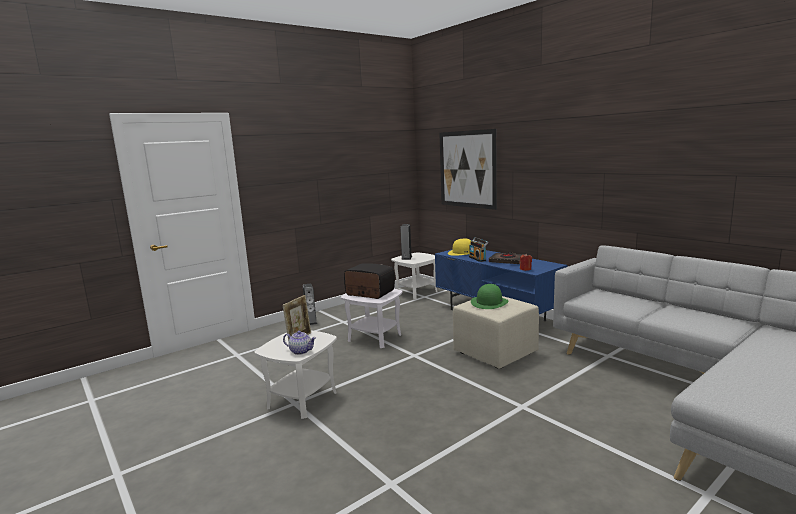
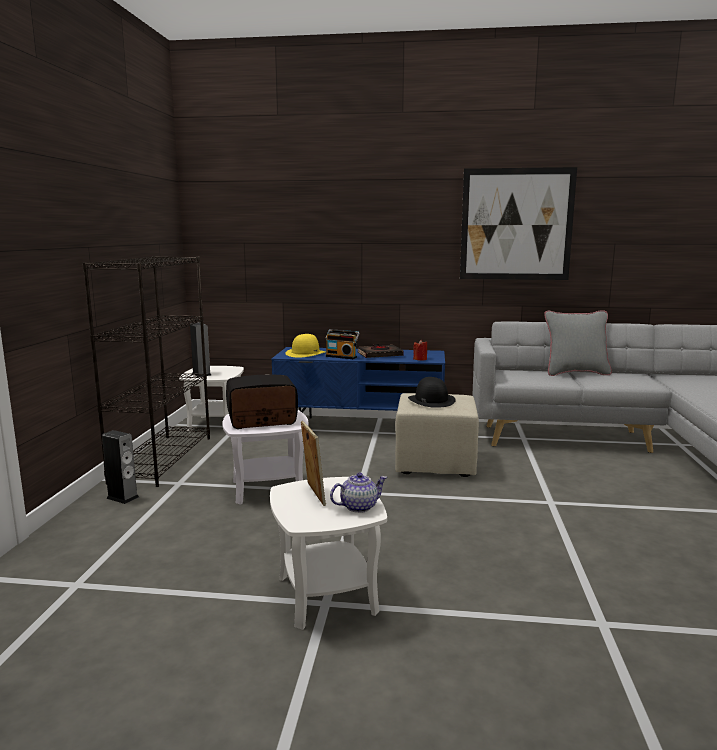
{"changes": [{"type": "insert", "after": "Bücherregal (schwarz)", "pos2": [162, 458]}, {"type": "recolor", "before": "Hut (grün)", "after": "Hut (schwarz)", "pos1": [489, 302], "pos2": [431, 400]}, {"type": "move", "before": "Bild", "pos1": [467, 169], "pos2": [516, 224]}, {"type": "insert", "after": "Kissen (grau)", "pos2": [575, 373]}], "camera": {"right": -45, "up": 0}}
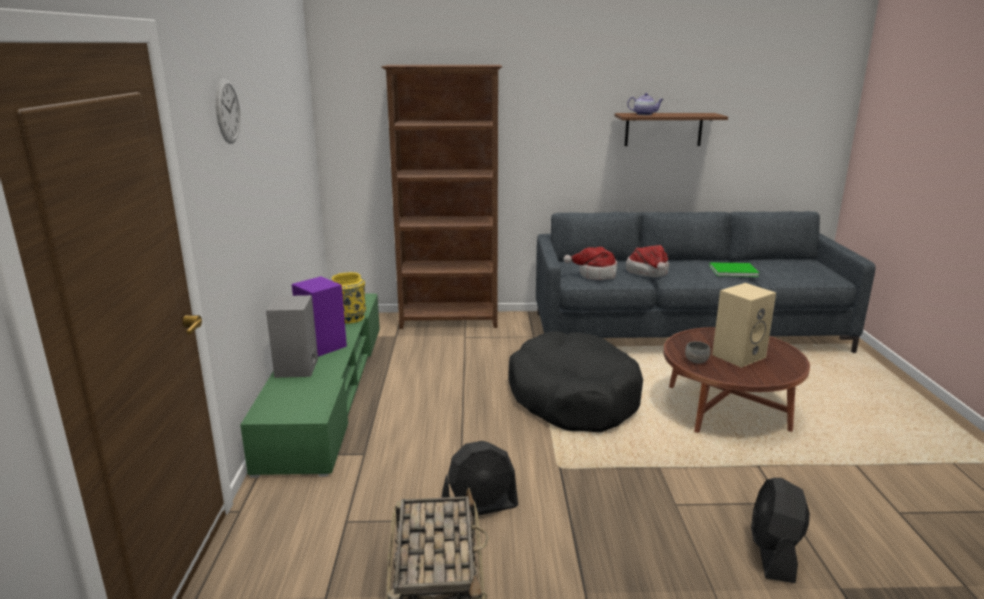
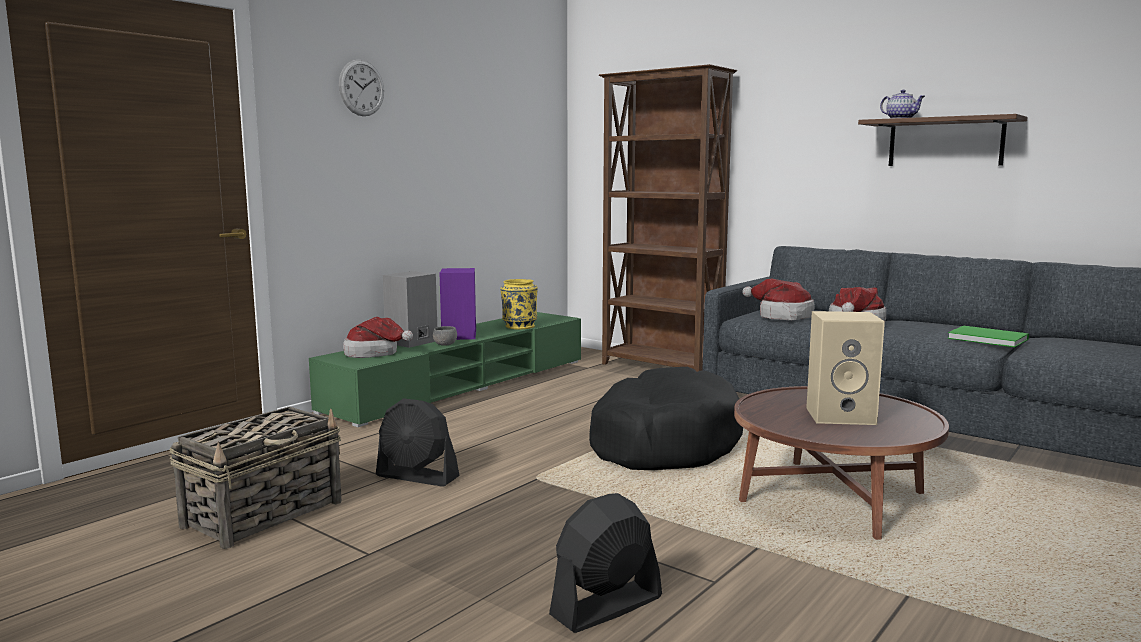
{"changes": [{"type": "insert", "after": "Hut", "pos2": [375, 353]}, {"type": "move", "before": "Schüssel (grau)", "pos1": [696, 361], "pos2": [445, 344]}], "camera": {"right": 40, "up": -10}}
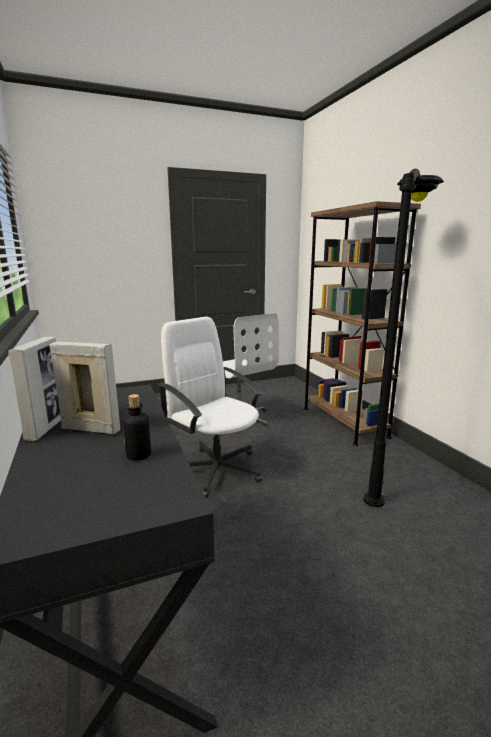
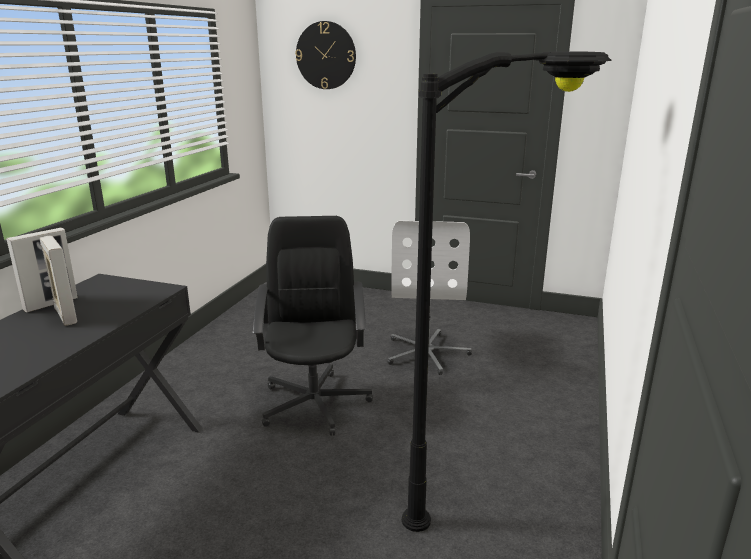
{"changes": [{"type": "recolor", "before": "Bürostuhl (weiß)", "after": "Bürostuhl (schwarz)", "pos1": [216, 469], "pos2": [315, 402]}, {"type": "insert", "after": "Wanduhr", "pos2": [326, 55]}, {"type": "delete", "before": "Flasche", "pos1": [138, 455]}, {"type": "delete", "before": "Bücherregal (braun)", "pos1": [343, 422]}], "camera": {"right": 40, "up": 5}}
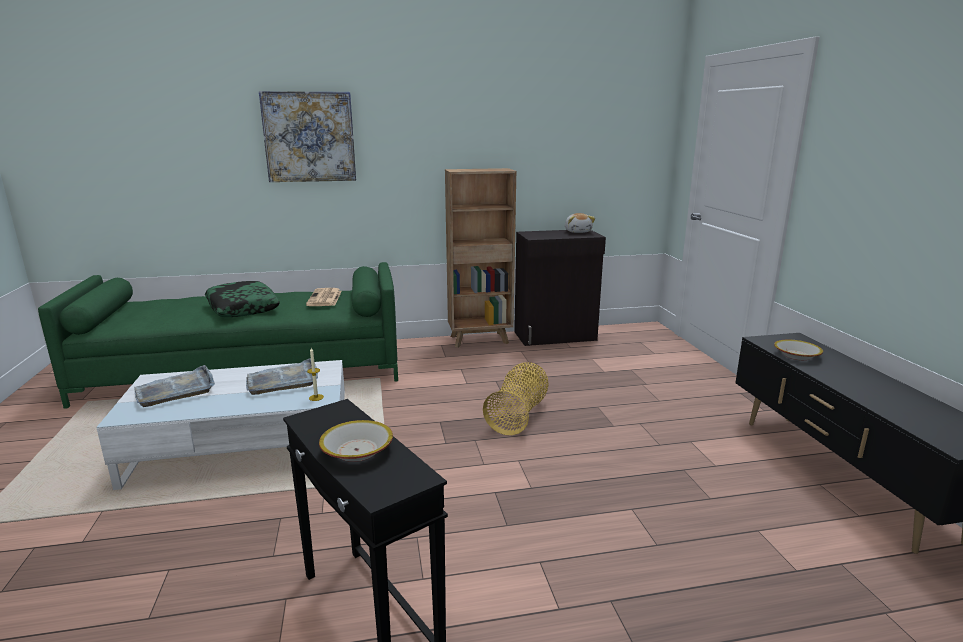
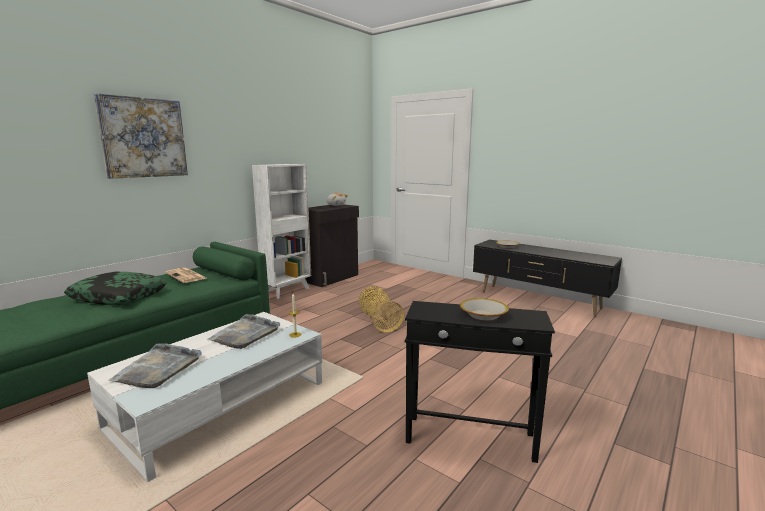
{"changes": [{"type": "recolor", "before": "Bücherregal (braun)", "after": "Bücherregal (weiß)", "pos1": [480, 340], "pos2": [287, 290]}], "camera": {"right": -40, "up": -5}}
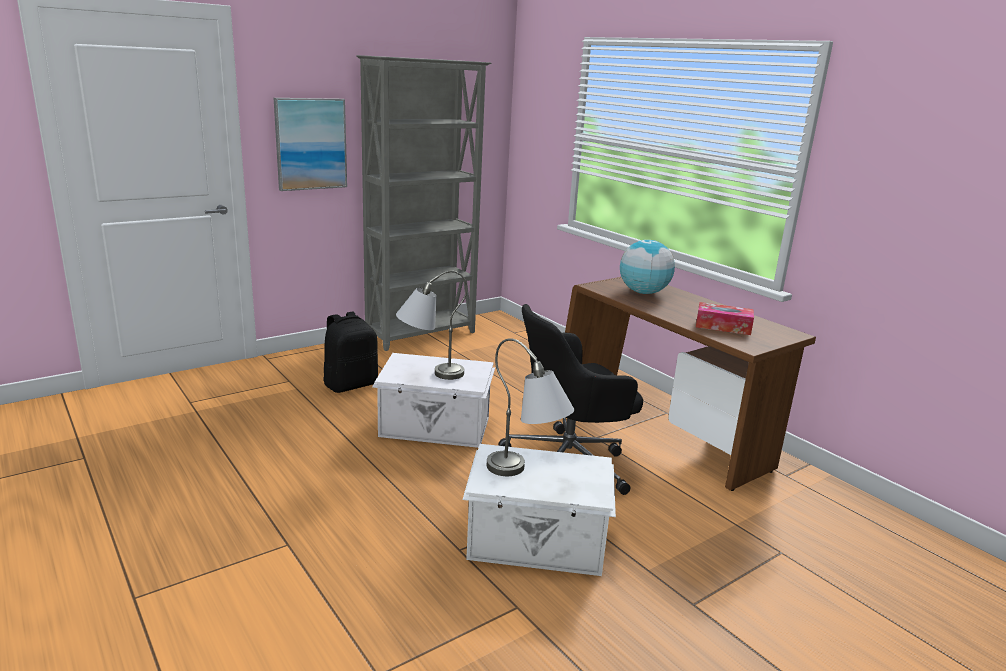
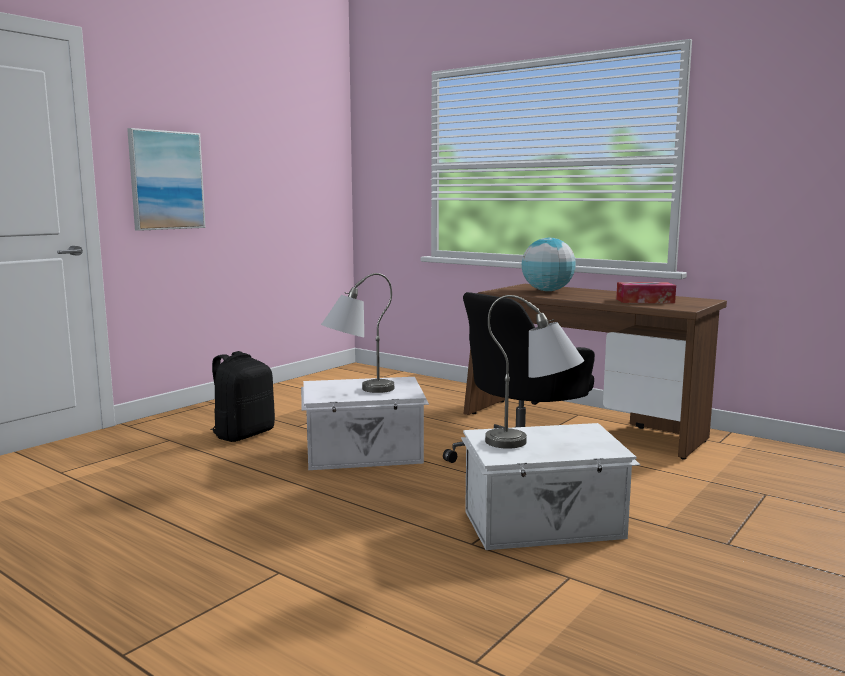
{"changes": [{"type": "delete", "before": "Bücherregal (grau)", "pos1": [422, 334]}], "camera": {"right": -15, "up": -10}}
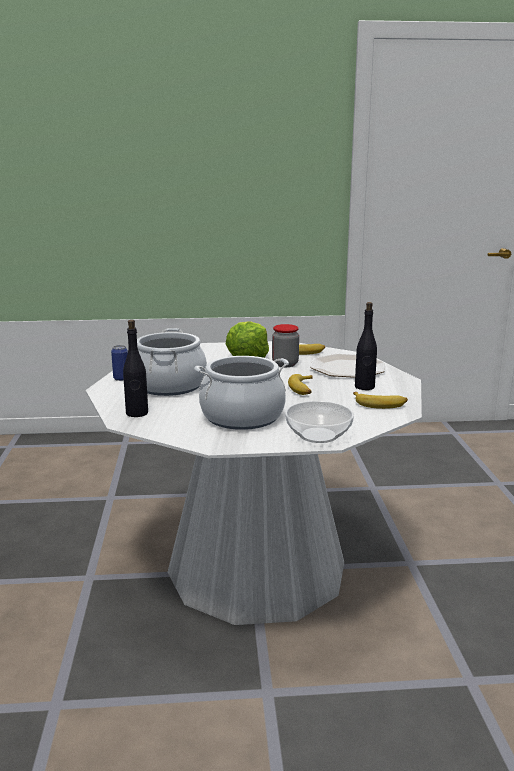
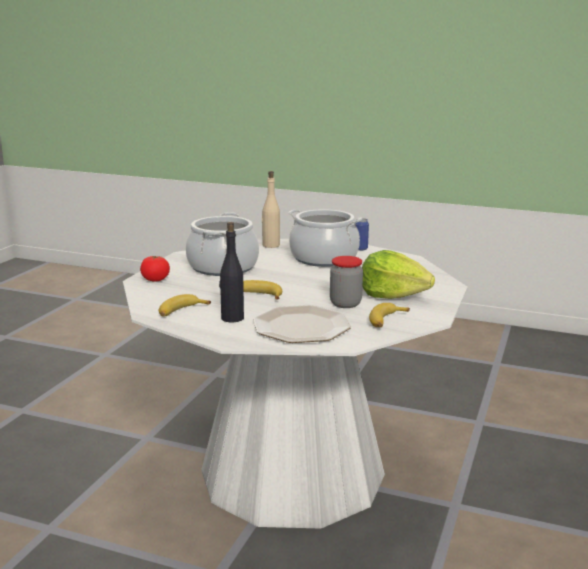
{"changes": [{"type": "replace", "before": "Schüssel", "after": "Tomate", "pos1": [318, 435], "pos2": [155, 279]}, {"type": "recolor", "before": "Flasche (schwarz)", "after": "Flasche (beige)", "pos1": [137, 413], "pos2": [270, 245]}], "camera": {"right": 115, "up": 0}}
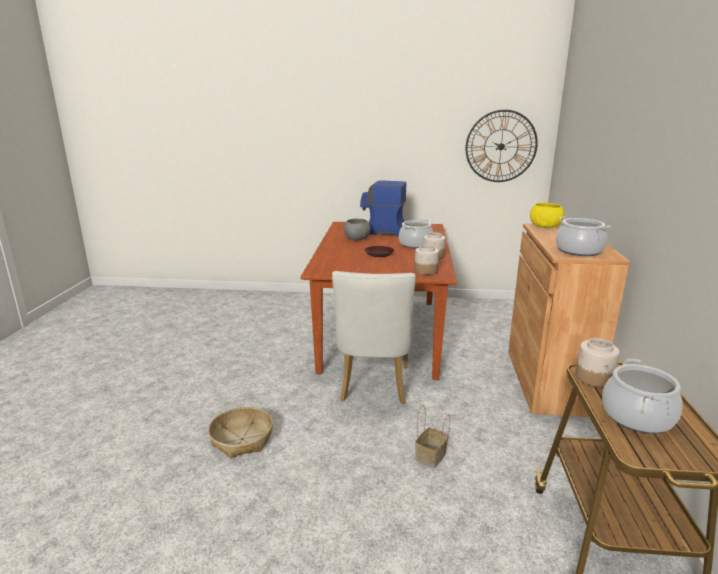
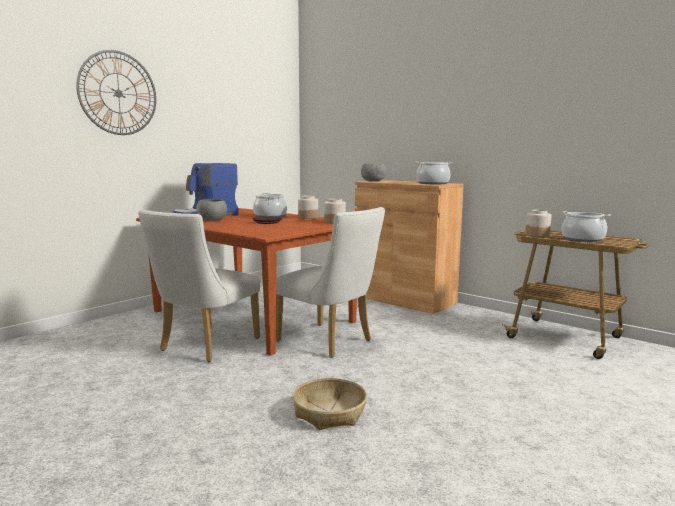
{"changes": [{"type": "move", "before": "Wanduhr", "pos1": [501, 146], "pos2": [118, 93]}, {"type": "insert", "after": "Stuhl (weiß)", "pos2": [205, 346]}, {"type": "recolor", "before": "Schüssel (gelb)", "after": "Schüssel (grau)", "pos1": [545, 227], "pos2": [373, 181]}, {"type": "delete", "before": "Korb", "pos1": [431, 457]}], "camera": {"right": -55, "up": -10}}
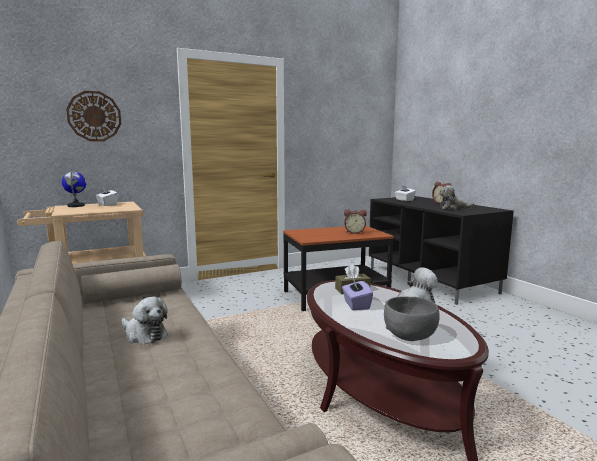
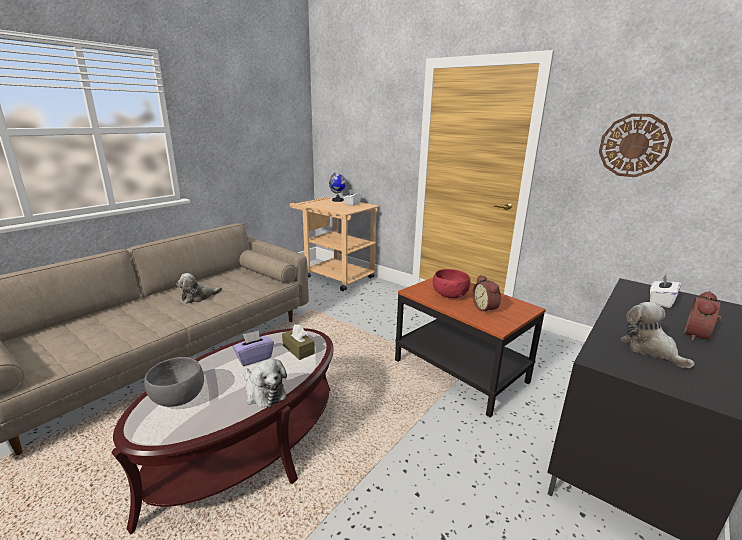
{"changes": [{"type": "rotate", "before": "Plüschtier", "pos1": [144, 335], "pos2": [198, 297], "turn": 45}, {"type": "insert", "after": "Schüssel (rot)", "pos2": [449, 295]}, {"type": "move", "before": "Wanduhr", "pos1": [94, 116], "pos2": [634, 145]}], "camera": {"right": 65, "up": 10}}
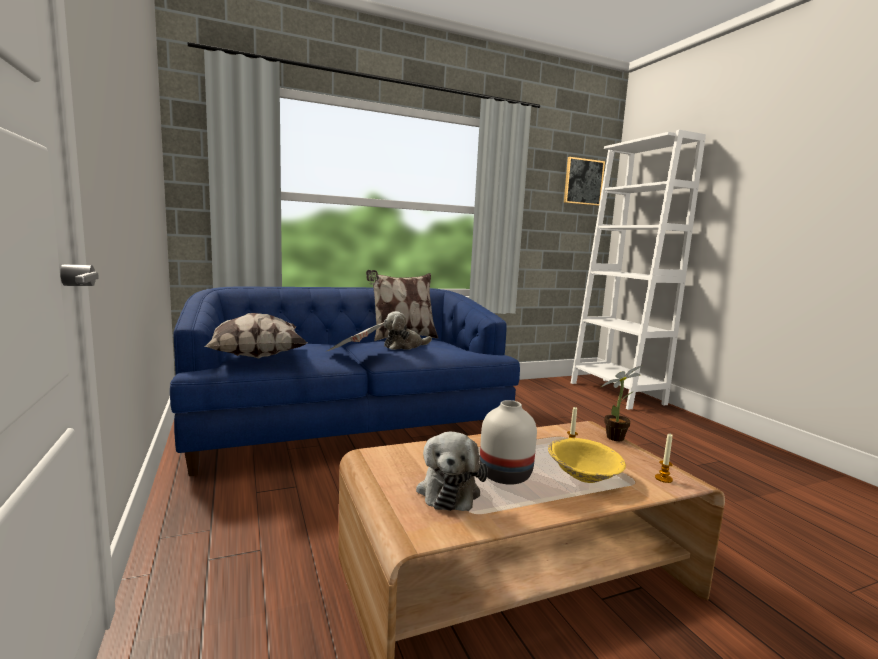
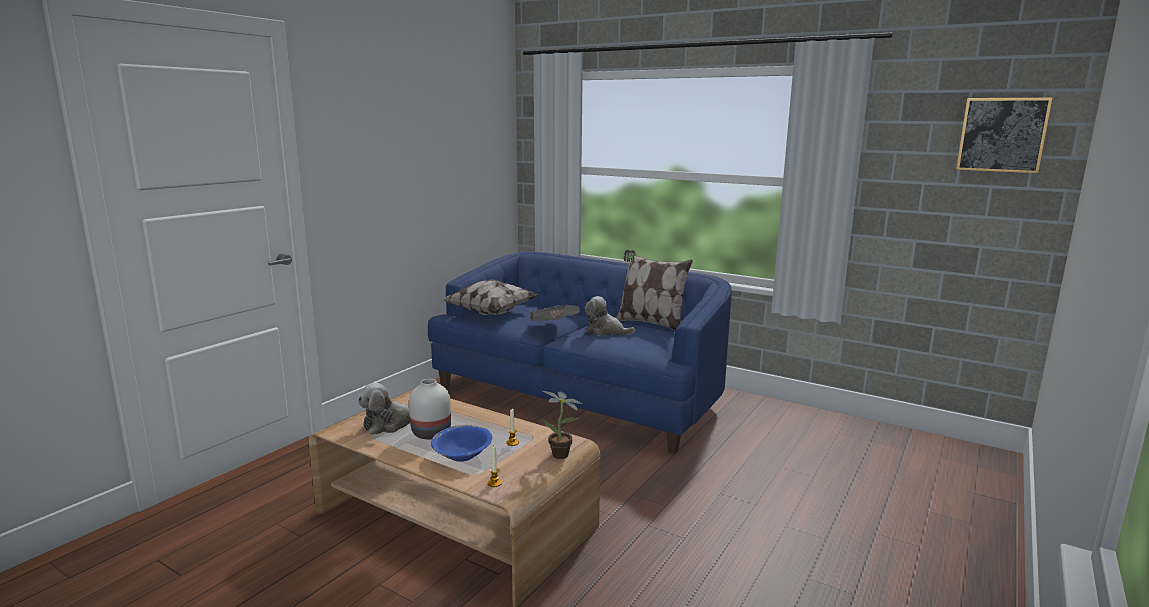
{"changes": [{"type": "recolor", "before": "Schüssel (gelb)", "after": "Schüssel (blau)", "pos1": [584, 476], "pos2": [462, 455]}, {"type": "delete", "before": "Bücherregal (weiß)", "pos1": [616, 393]}], "camera": {"right": 55, "up": 5}}
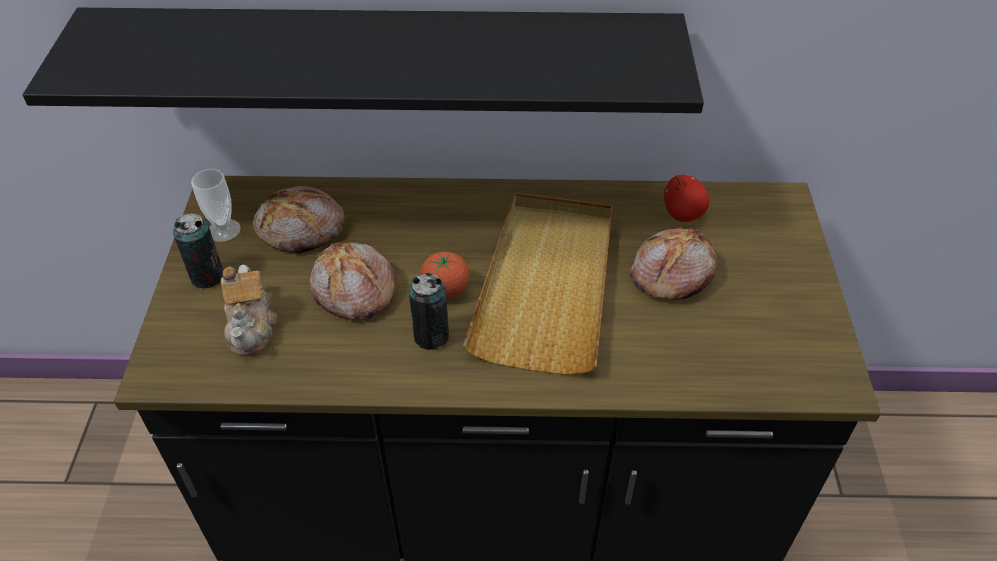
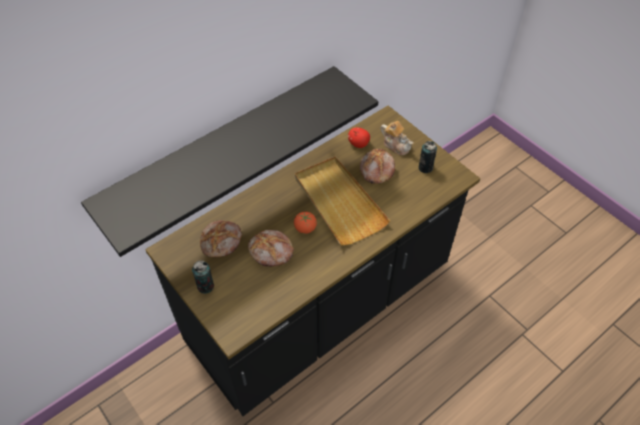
{"changes": [{"type": "move", "before": "Teekanne", "pos1": [252, 326], "pos2": [396, 145]}, {"type": "move", "before": "Dose", "pos1": [431, 336], "pos2": [425, 167]}, {"type": "delete", "before": "Tasse", "pos1": [224, 230]}], "camera": {"right": -40, "up": 5}}
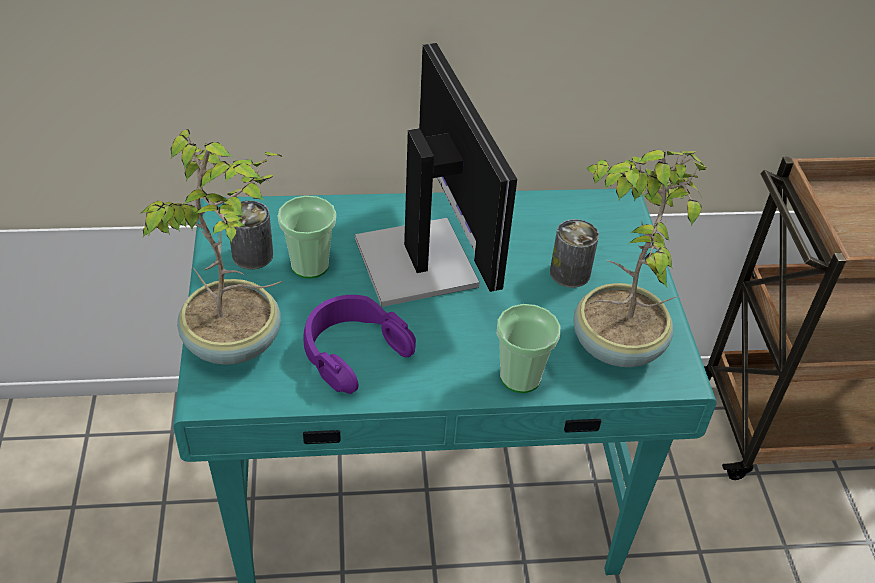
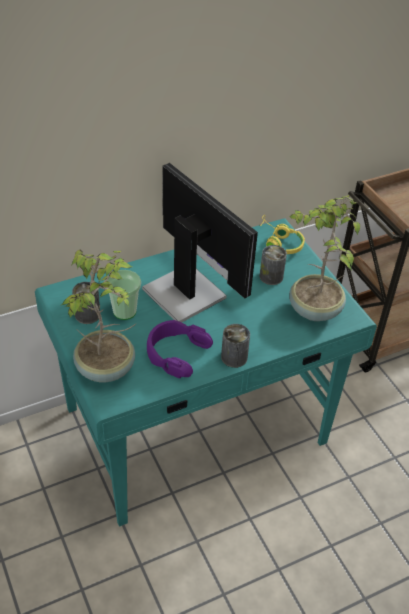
{"changes": [{"type": "insert", "after": "Dose", "pos2": [234, 357]}, {"type": "insert", "after": "Kopfhörer (gelb)", "pos2": [279, 242]}, {"type": "delete", "before": "Tasse", "pos1": [520, 377]}], "camera": {"right": -20, "up": 0}}
